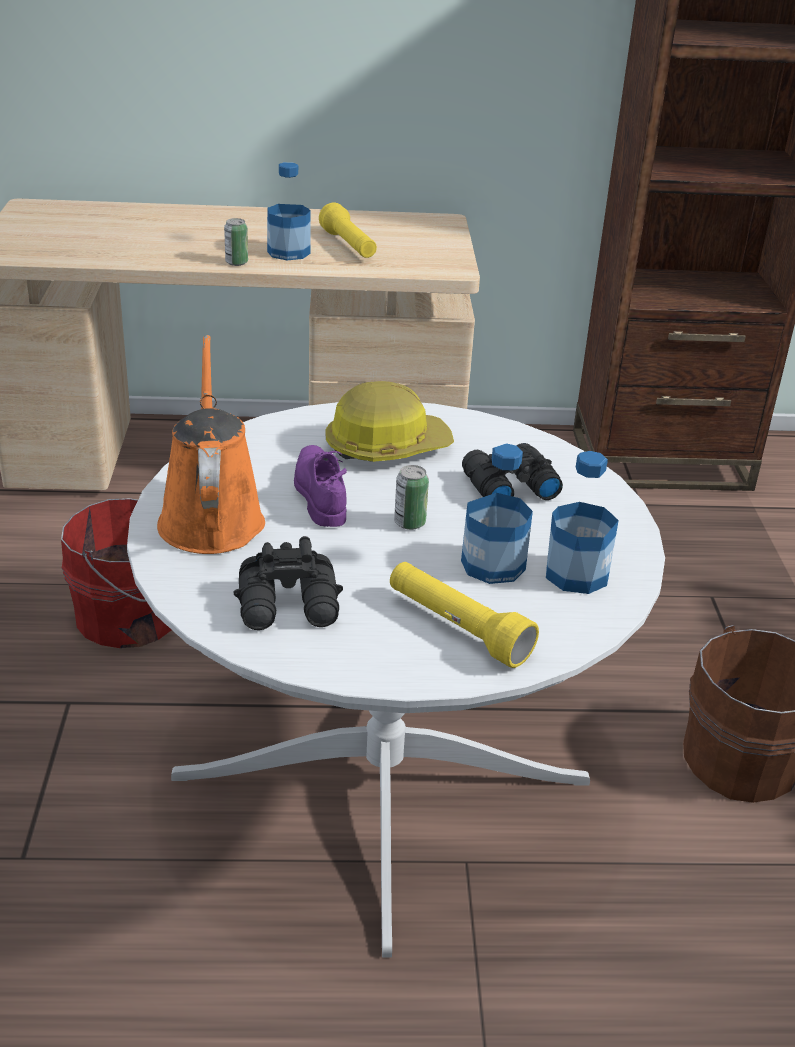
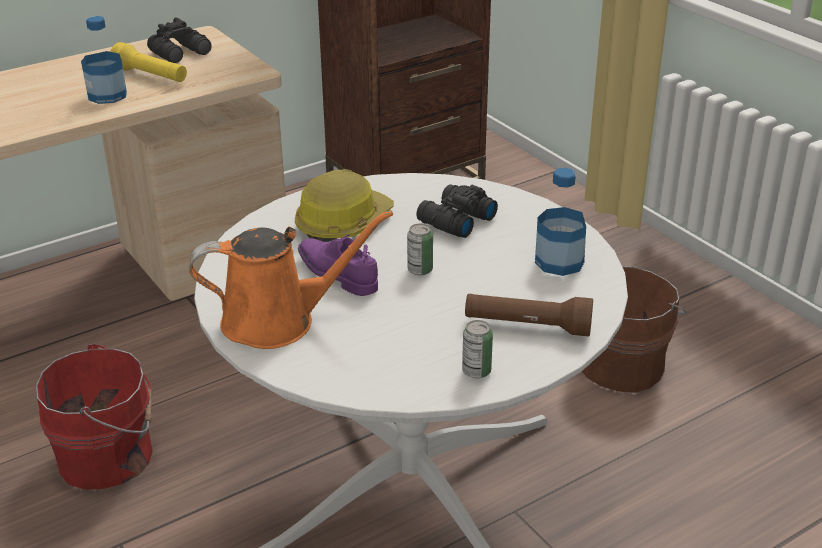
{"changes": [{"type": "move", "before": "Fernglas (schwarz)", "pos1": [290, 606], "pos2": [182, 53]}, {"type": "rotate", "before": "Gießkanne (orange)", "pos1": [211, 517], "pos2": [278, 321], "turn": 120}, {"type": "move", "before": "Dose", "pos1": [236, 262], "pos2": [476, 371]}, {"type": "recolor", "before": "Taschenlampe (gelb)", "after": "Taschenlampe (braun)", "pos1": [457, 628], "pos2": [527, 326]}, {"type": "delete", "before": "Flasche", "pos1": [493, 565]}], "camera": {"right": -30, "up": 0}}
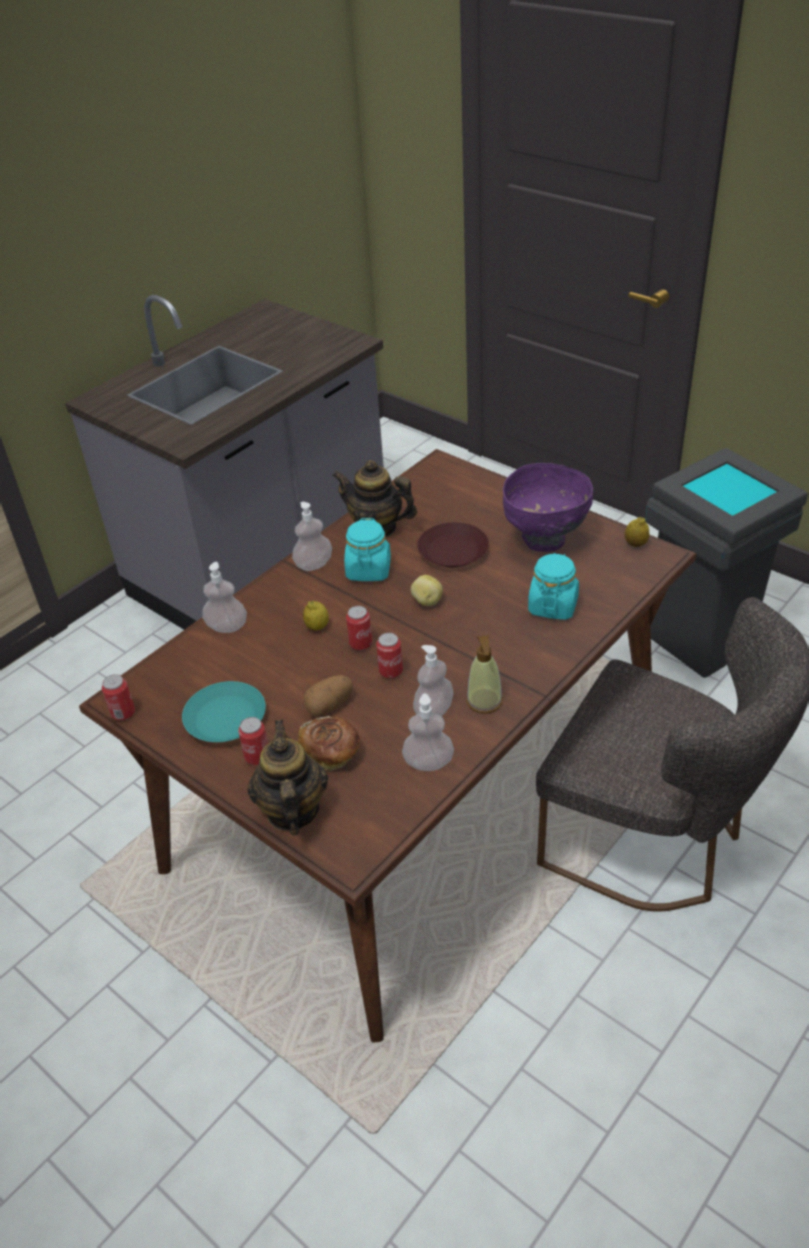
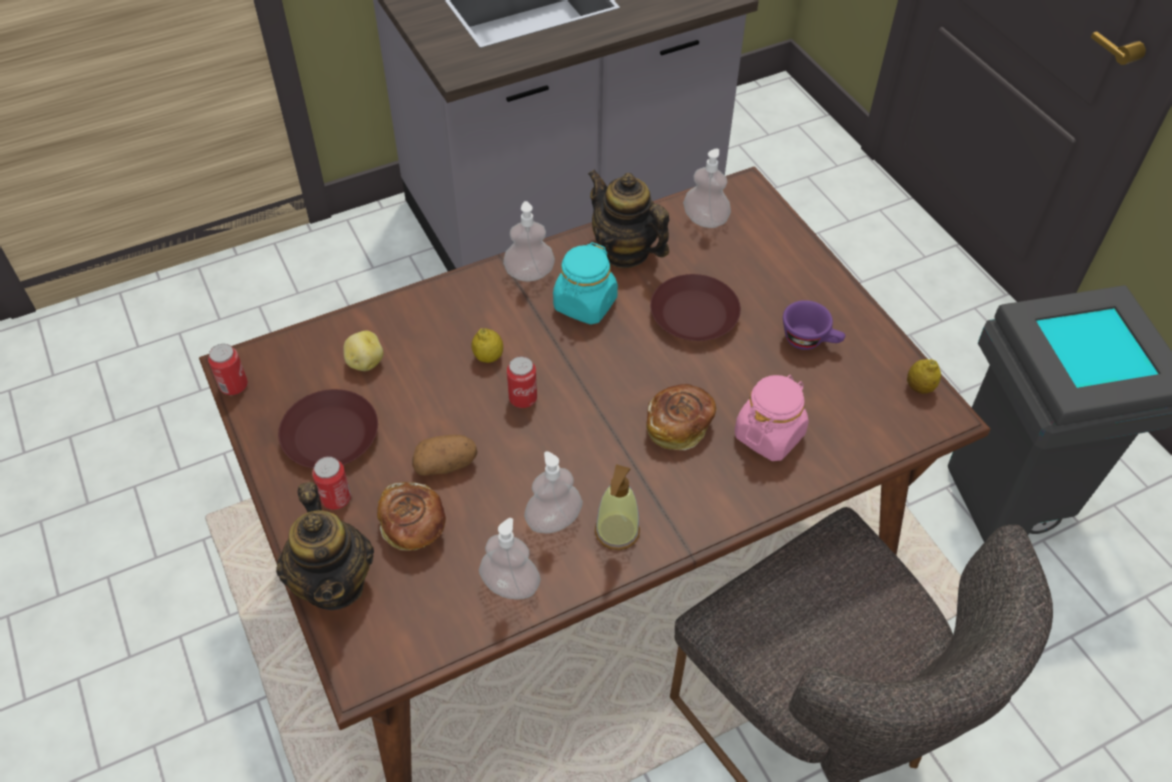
{"changes": [{"type": "rotate", "before": "Teekanne", "pos1": [292, 811], "pos2": [334, 582], "turn": 150}, {"type": "recolor", "before": "Teller (türkis)", "after": "Teller (braun)", "pos1": [225, 719], "pos2": [329, 436]}, {"type": "move", "before": "Kartoffel", "pos1": [426, 601], "pos2": [365, 362]}, {"type": "insert", "after": "Brot", "pos2": [679, 426]}, {"type": "move", "before": "Seifenspender", "pos1": [227, 626], "pos2": [705, 220]}, {"type": "recolor", "before": "Vorratsglas (türkis)", "after": "Vorratsglas (rosa)", "pos1": [553, 606], "pos2": [769, 435]}, {"type": "replace", "before": "Schüssel (lila)", "after": "Tasse (lila)", "pos1": [544, 540], "pos2": [810, 340]}, {"type": "delete", "before": "Dose", "pos1": [391, 671]}], "camera": {"right": 20, "up": 10}}
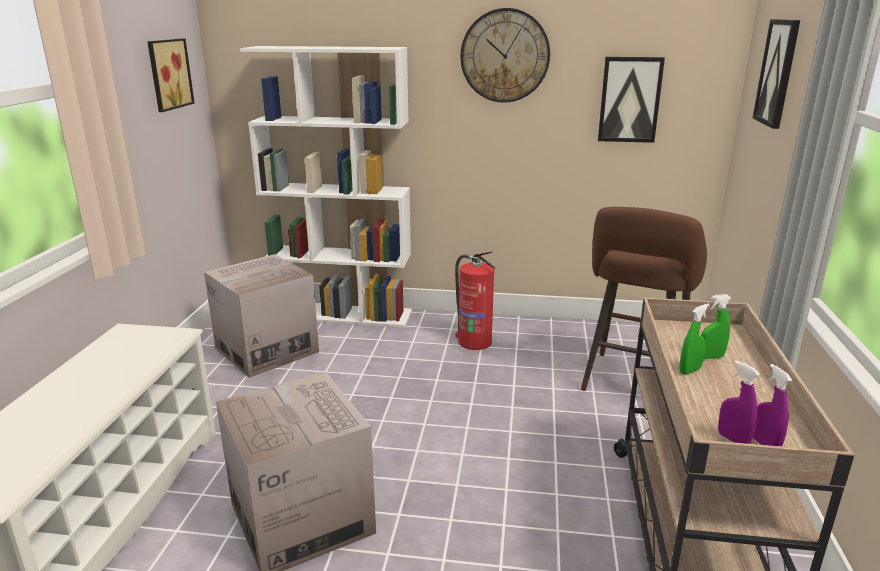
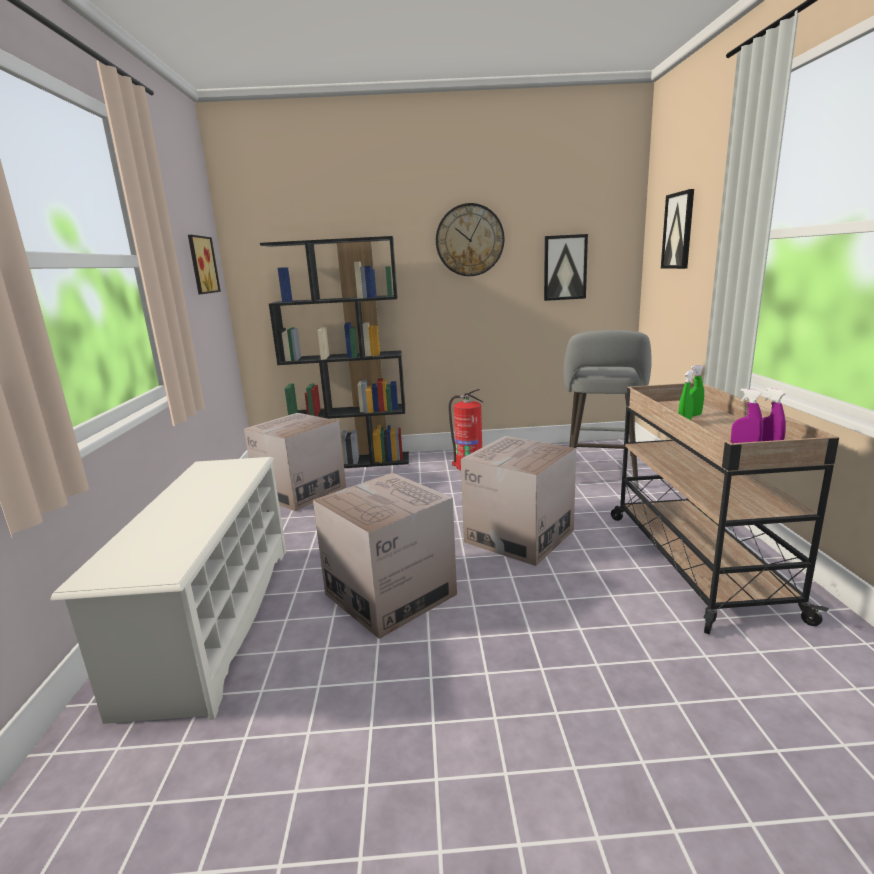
{"changes": [{"type": "recolor", "before": "Bücherregal (weiß)", "after": "Bücherregal (schwarz)", "pos1": [342, 314], "pos2": [353, 462]}, {"type": "insert", "after": "Karton", "pos2": [519, 536]}, {"type": "recolor", "before": "Hocker (braun)", "after": "Hocker (grau)", "pos1": [631, 384], "pos2": [601, 476]}], "camera": {"right": -10, "up": -5}}
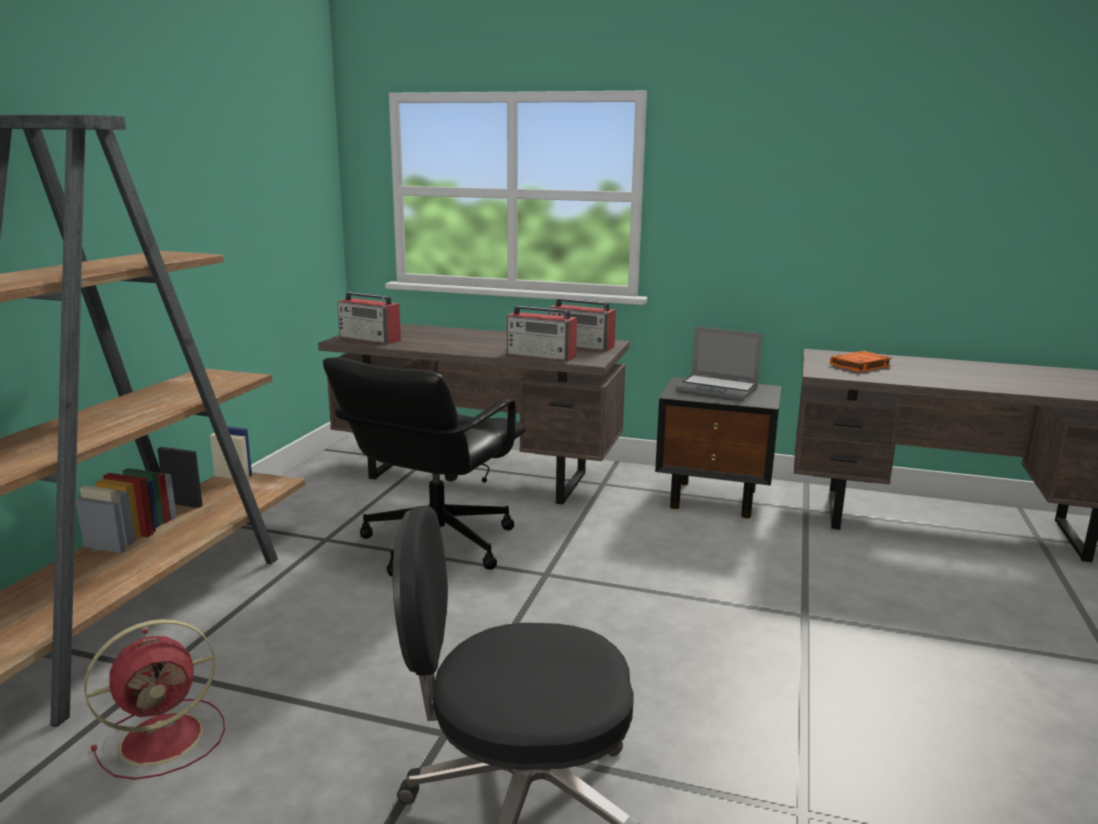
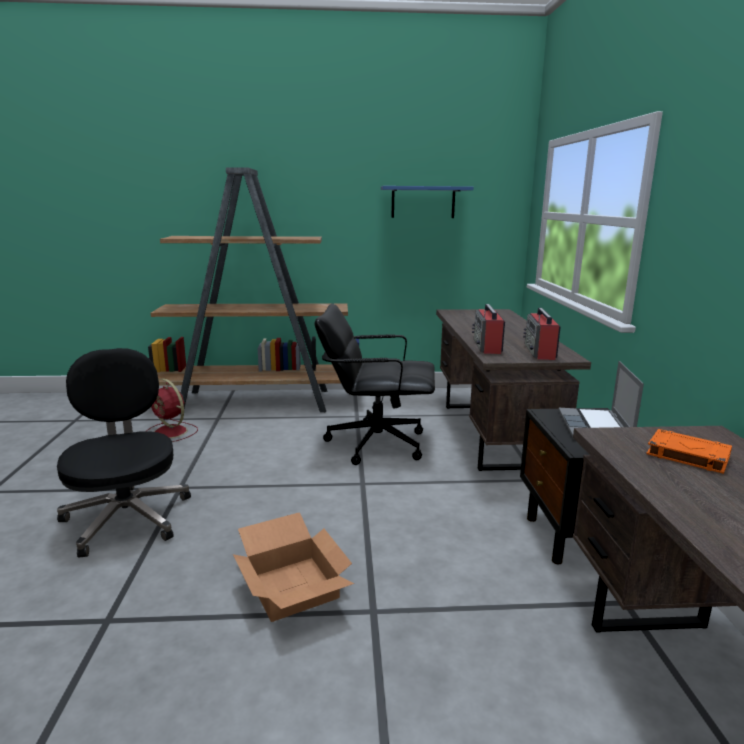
{"changes": [{"type": "insert", "after": "Karton", "pos2": [294, 587]}, {"type": "insert", "after": "Wandregal (blau)", "pos2": [423, 202]}, {"type": "delete", "before": "Radio", "pos1": [370, 339]}], "camera": {"right": 70, "up": 0}}
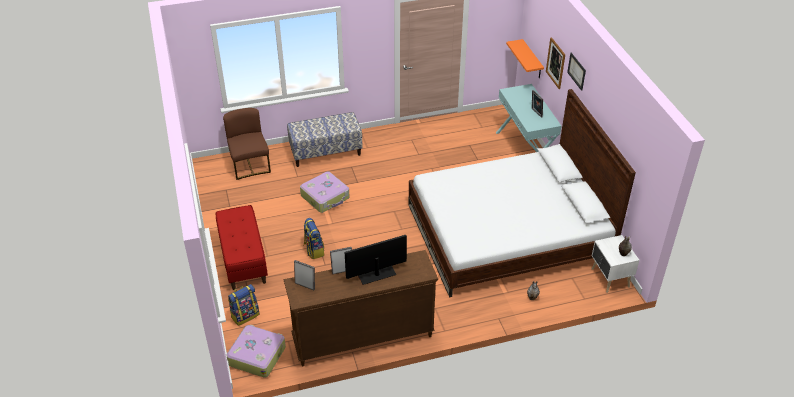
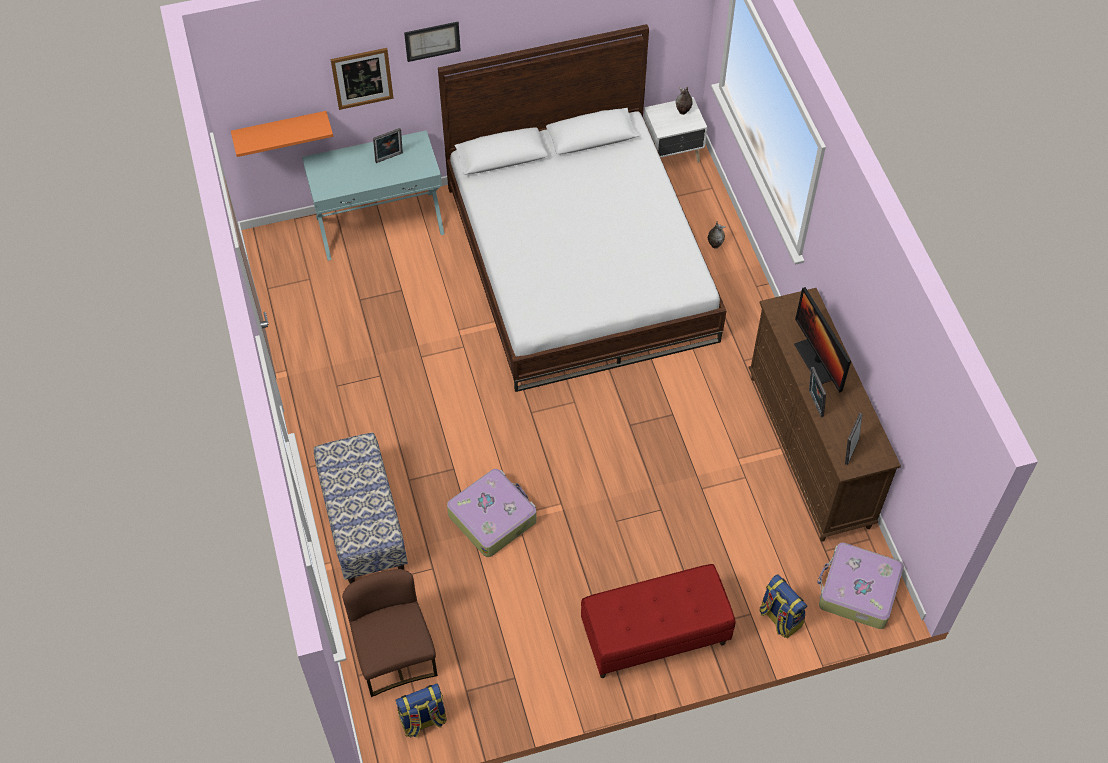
{"changes": [{"type": "rotate", "before": "Stuhl (braun)", "pos1": [250, 165], "pos2": [395, 655], "turn": 90}, {"type": "move", "before": "Rucksack", "pos1": [313, 250], "pos2": [423, 720]}], "camera": {"right": -90, "up": 15}}
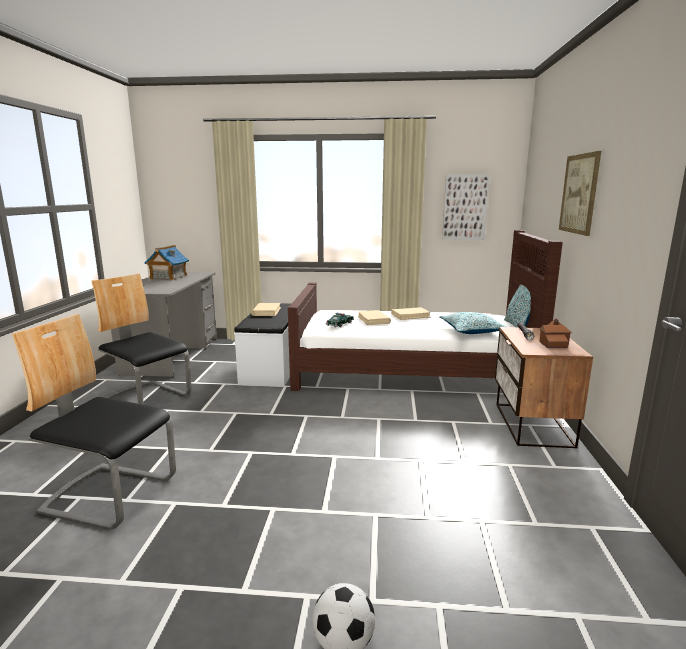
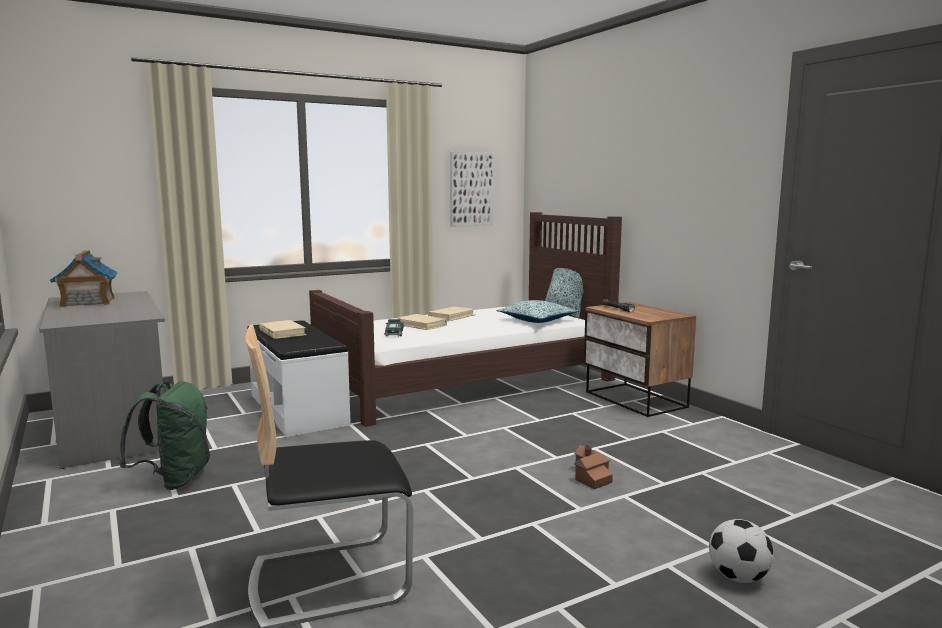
{"changes": [{"type": "replace", "before": "Stuhl", "after": "Rucksack (grün)", "pos1": [148, 397], "pos2": [174, 480]}, {"type": "move", "before": "Spielzeughaus", "pos1": [553, 342], "pos2": [590, 477]}, {"type": "delete", "before": "Bild", "pos1": [579, 194]}], "camera": {"right": -35, "up": -5}}
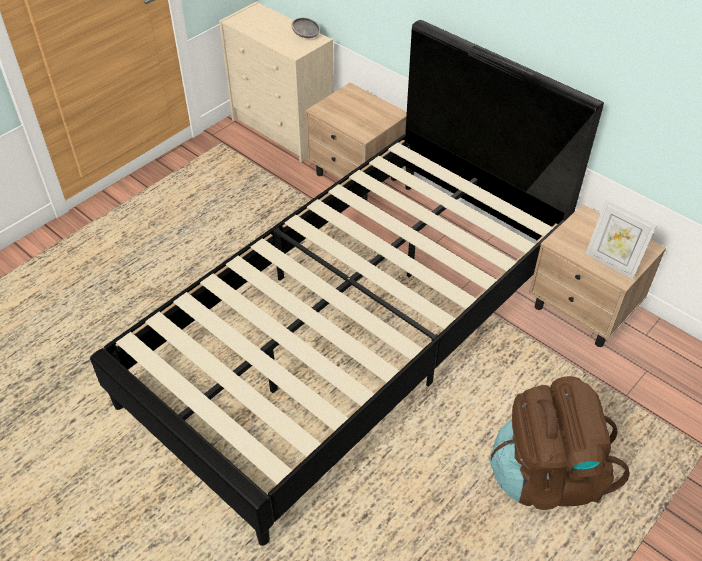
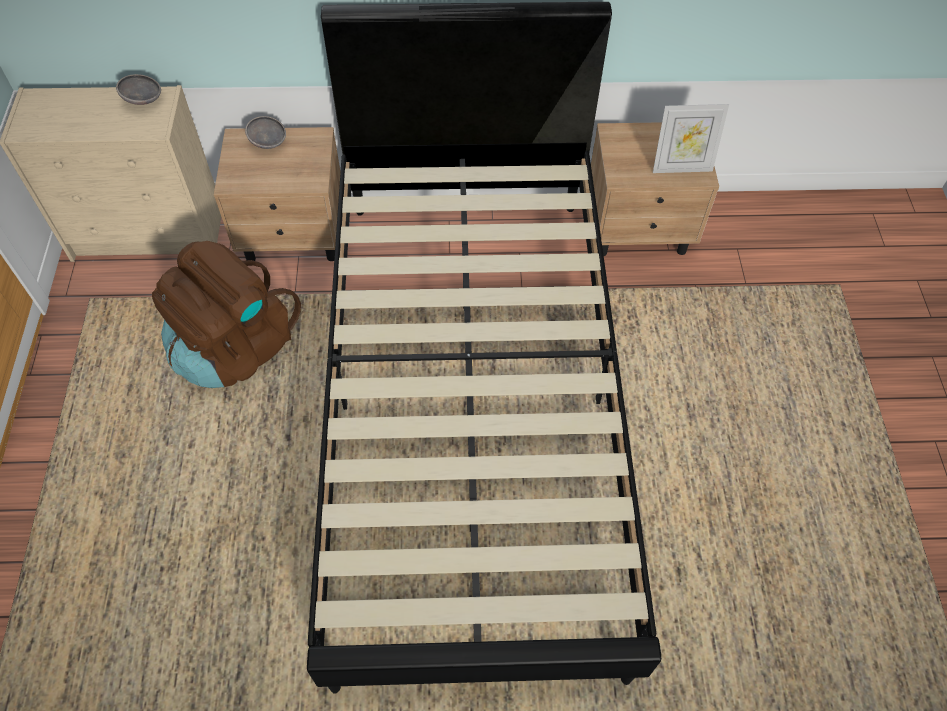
{"changes": [{"type": "move", "before": "Rucksack (braun)", "pos1": [547, 475], "pos2": [235, 348]}, {"type": "insert", "after": "Schüssel (grau)", "pos2": [268, 142]}], "camera": {"right": -45, "up": 10}}
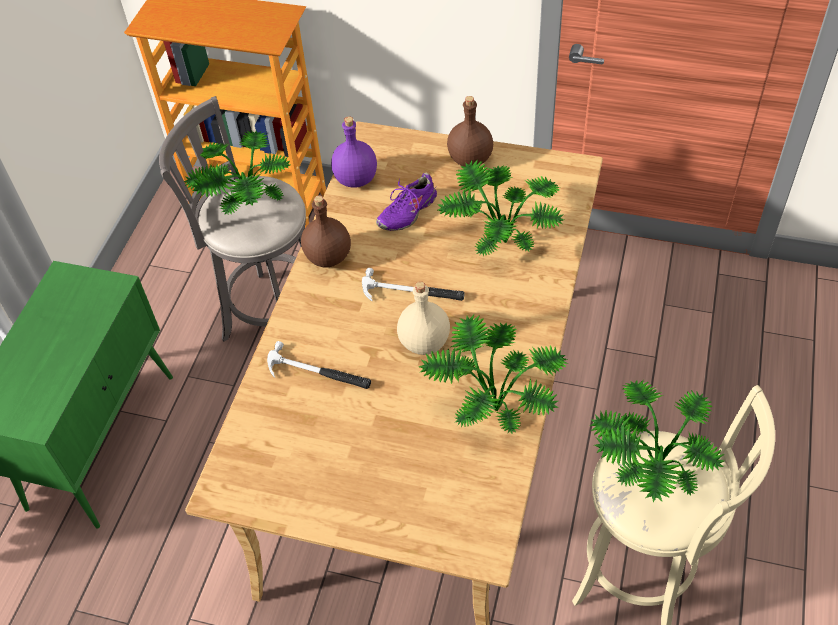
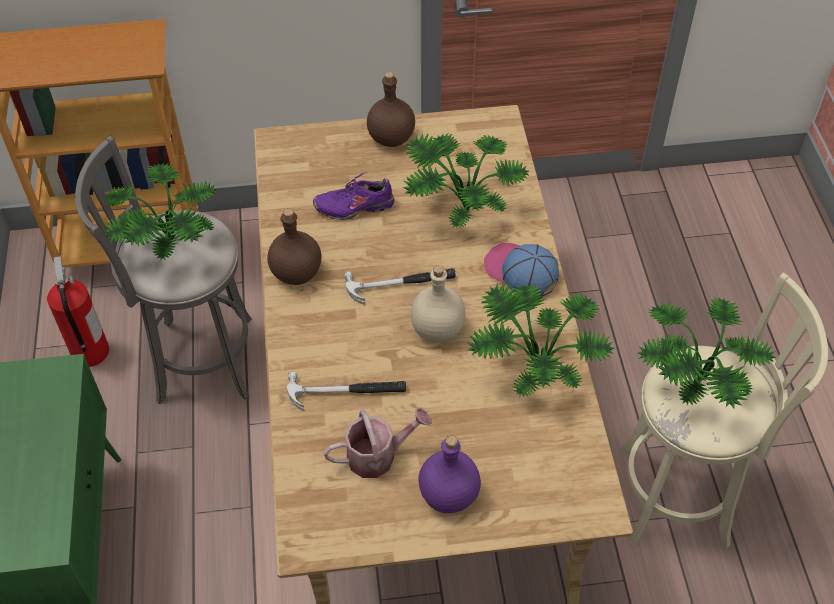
{"changes": [{"type": "insert", "after": "Feuerlöscher", "pos2": [89, 353]}, {"type": "rotate", "before": "Schuh (lila)", "pos1": [407, 212], "pos2": [354, 206], "turn": 60}, {"type": "insert", "after": "Gießkanne", "pos2": [378, 455]}, {"type": "move", "before": "Flasche (lila)", "pos1": [357, 179], "pos2": [450, 495]}, {"type": "insert", "after": "Kappe", "pos2": [520, 271]}], "camera": {"right": -25, "up": 0}}
